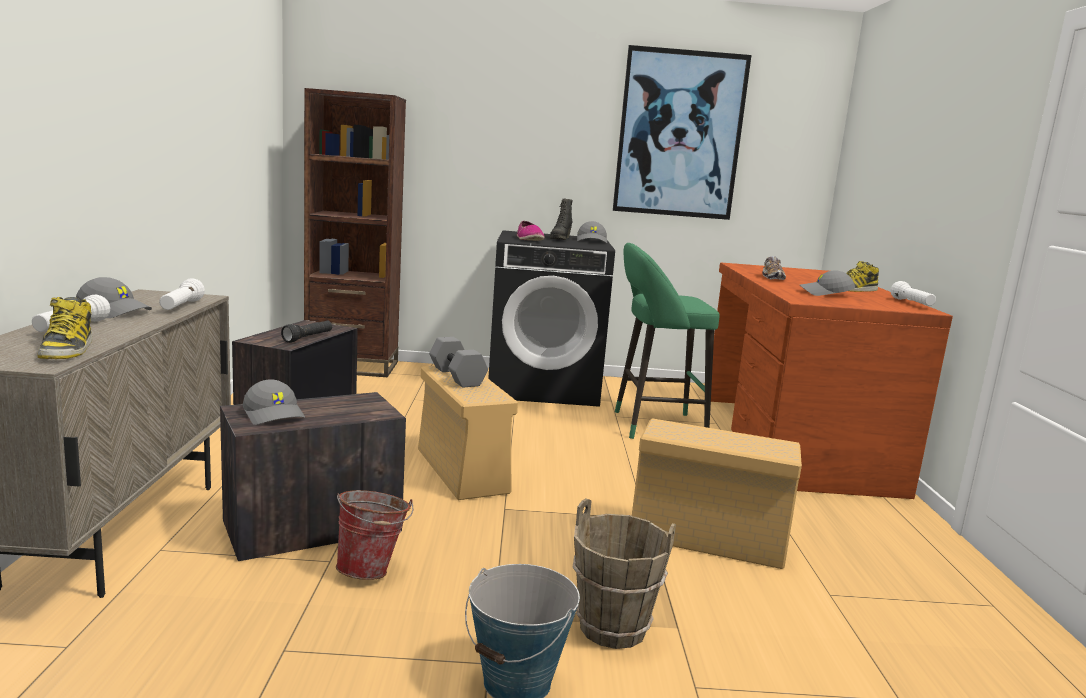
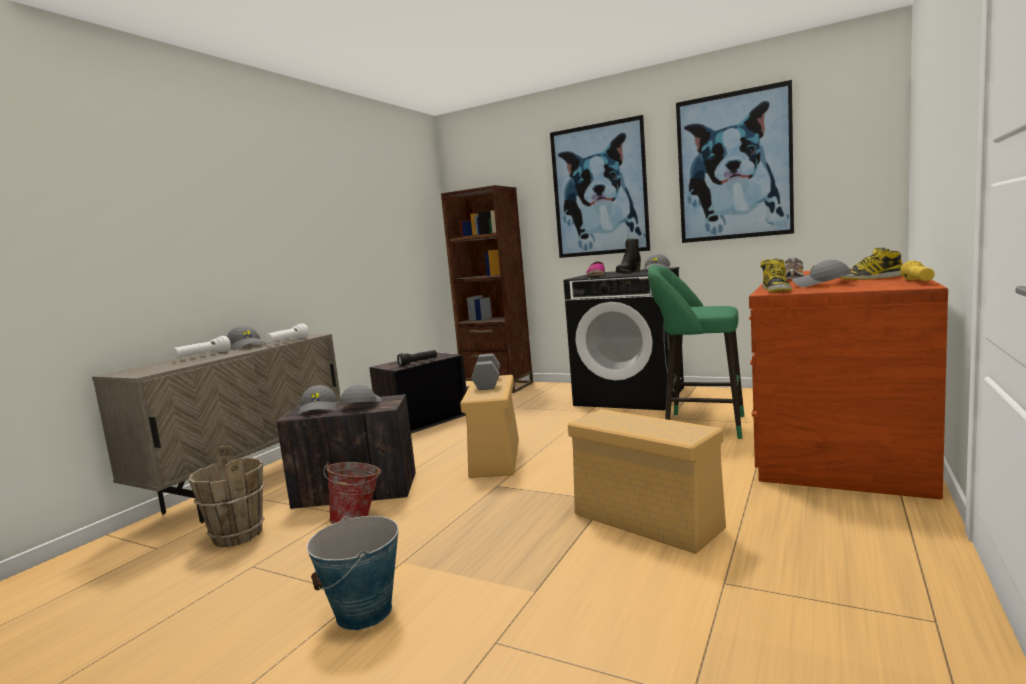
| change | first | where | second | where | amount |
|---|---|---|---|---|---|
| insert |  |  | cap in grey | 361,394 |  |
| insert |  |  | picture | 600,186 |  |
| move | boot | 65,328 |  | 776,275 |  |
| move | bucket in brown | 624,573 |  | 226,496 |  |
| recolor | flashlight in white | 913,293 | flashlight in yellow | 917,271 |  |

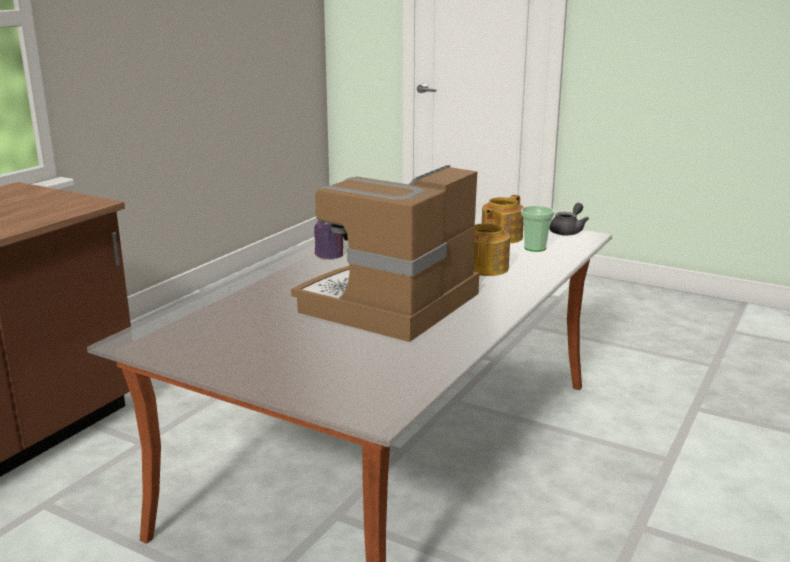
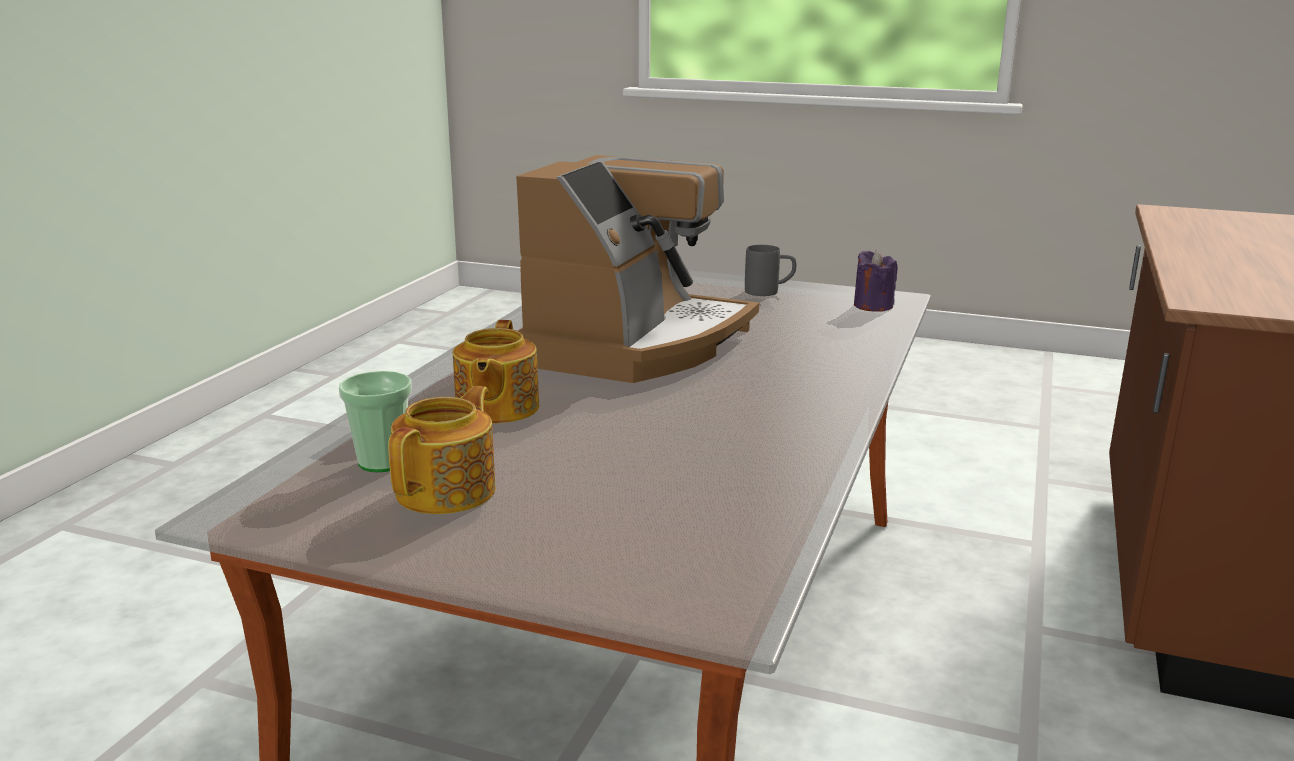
| change | first | where | second | where | amount |
|---|---|---|---|---|---|
| delete | teapot in grey | 569,219 |  |  |  |
| insert |  |  | mug in grey | 770,270 |  |
| move | candle in purple | 328,240 |  | 875,281 |  |

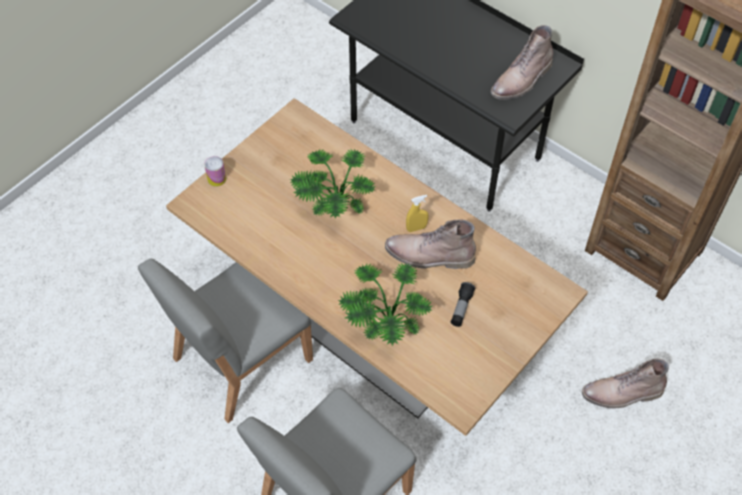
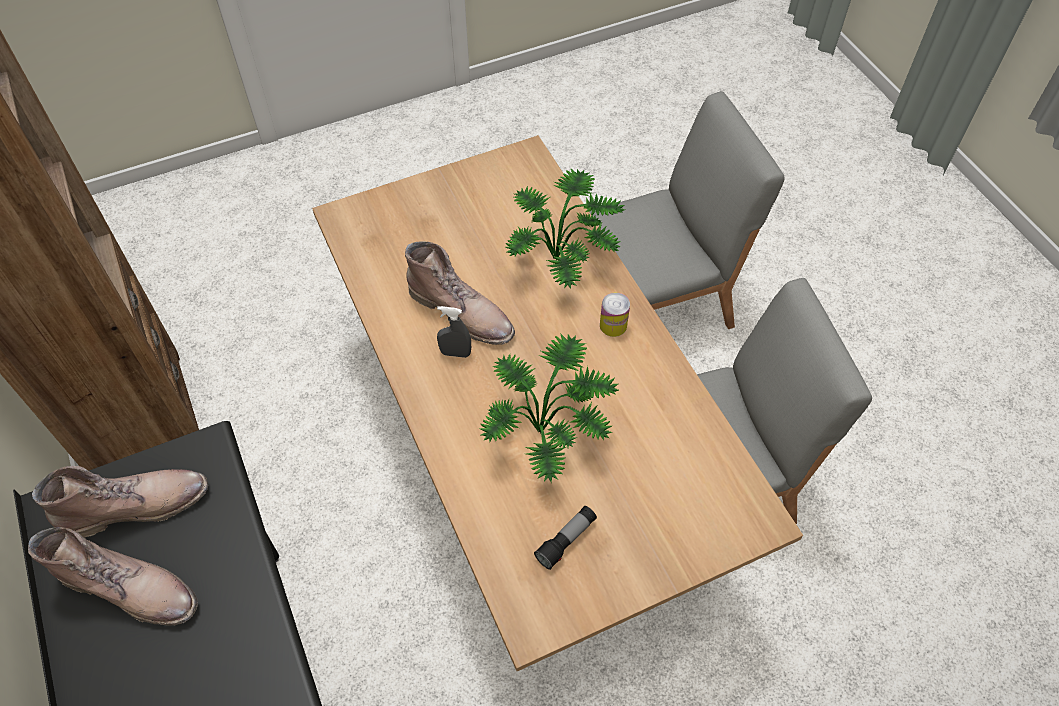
| change | first | where | second | where | amount |
|---|---|---|---|---|---|
| move | can | 215,171 |  | 615,315 |  |
| move | flashlight | 463,304 |  | 565,538 |  |
| move | boot in brown | 625,384 |  | 113,576 |  |
| recolor | spray bottle in yellow | 417,213 | spray bottle in grey | 454,332 |  |

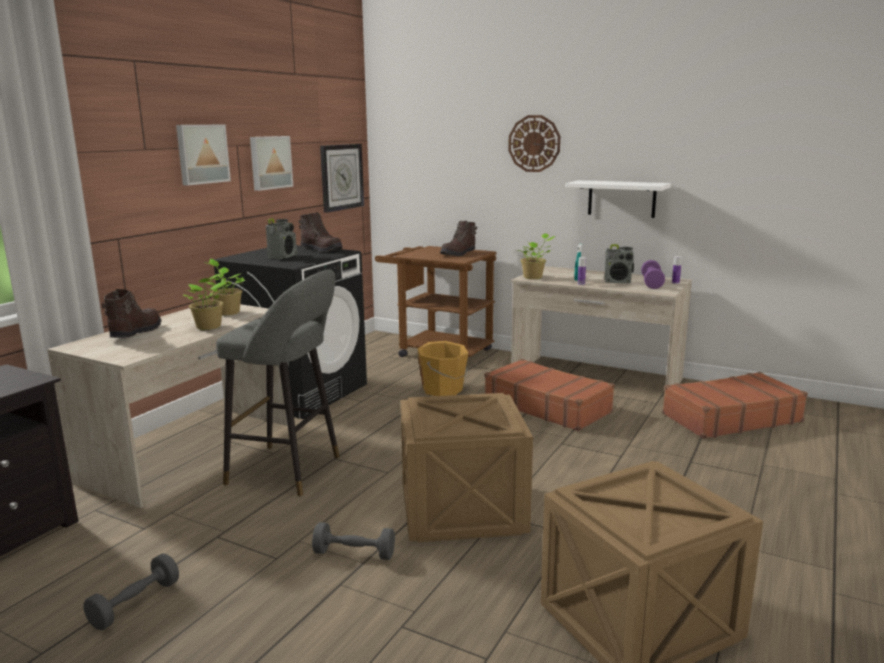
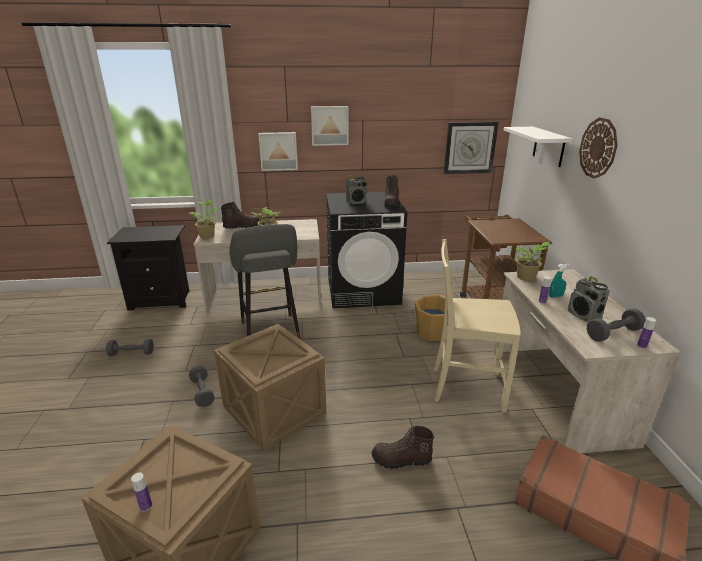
| change | first | where | second | where | amount |
|---|---|---|---|---|---|
| insert |  |  | bottle | 141,492 |  |
| move | potted plant | 224,287 |  | 203,219 |  |
| move | picture | 271,163 |  | 278,151 |  |
| move | boot in brown | 458,238 |  | 402,447 |  |
| move | shelf in white | 618,199 |  | 538,147 |  |
| replace | suitcase in brown | 550,395 | chair in beige | 477,325 |  |
| recolor | dumbbell in purple | 653,274 | dumbbell in grey | 616,325 |  |

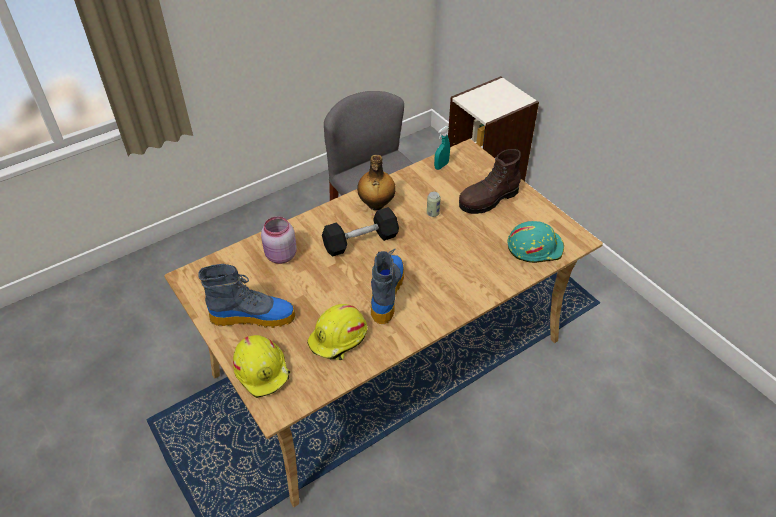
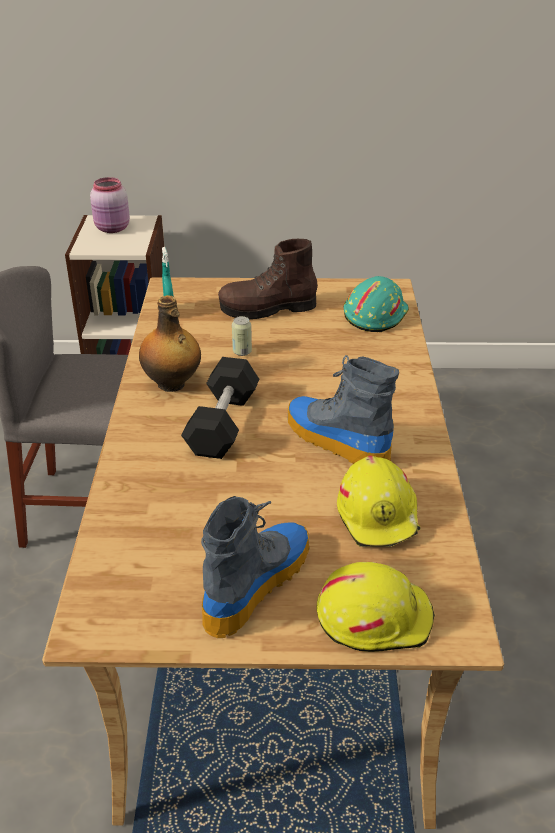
| change | first | where | second | where | amount |
|---|---|---|---|---|---|
| move | jar in pink | 279,240 |  | 110,205 |  |
| rotate | boot in brown | 490,181 |  | 268,279 | 75 degrees clockwise |

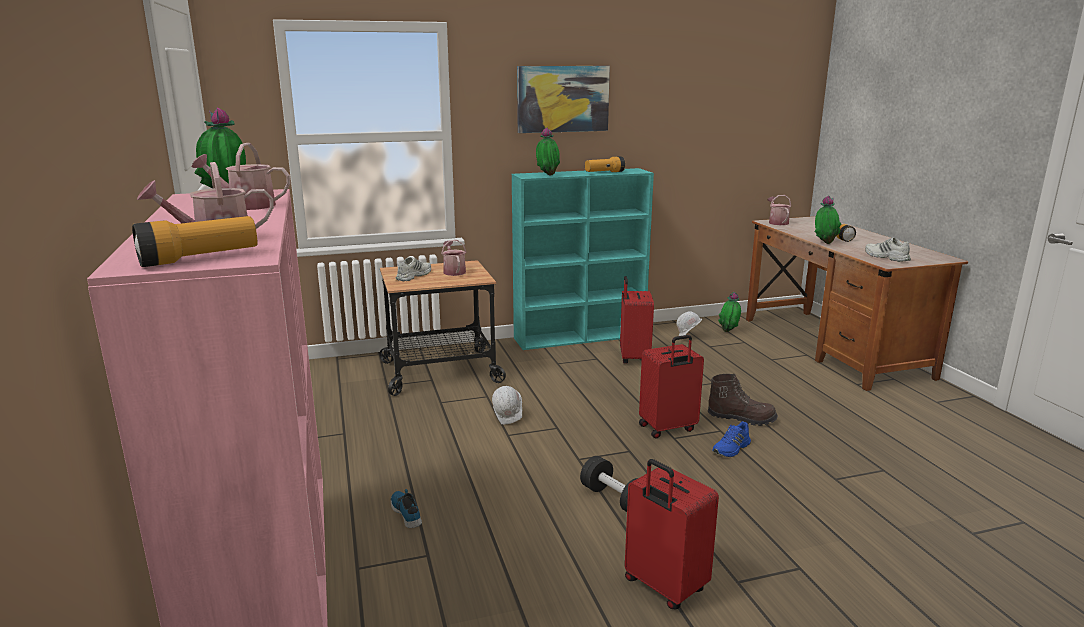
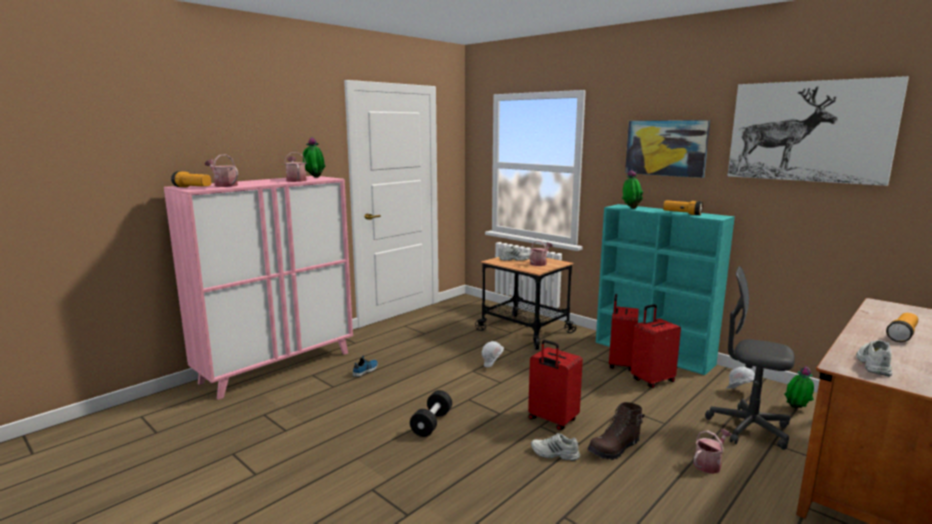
| change | first | where | second | where | amount |
|---|---|---|---|---|---|
| delete | potted plant | 828,220 |  |  |  |
| insert |  |  | office chair in grey | 750,358 |  |
| insert |  |  | picture | 818,131 |  |
| move | suitcase in red | 672,534 |  | 624,332 |  |
| move | watering can | 779,210 |  | 712,451 |  |
| recolor | shoe in blue | 731,439 | shoe in white | 555,447 |  |
| rotate | boot in brown | 743,400 |  | 616,431 | 75 degrees clockwise |

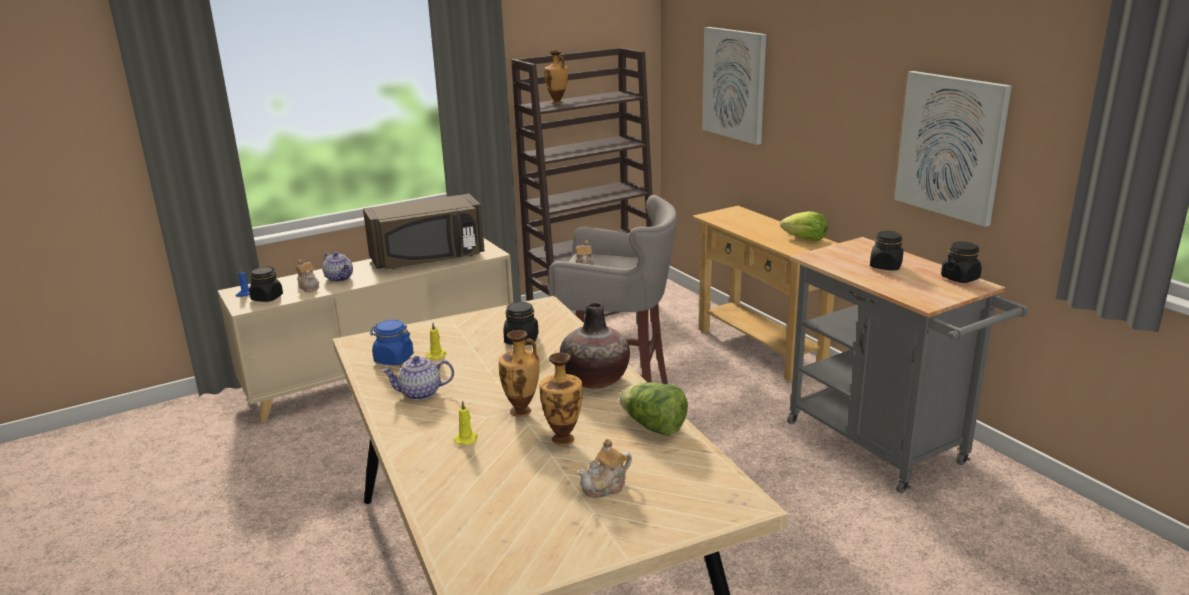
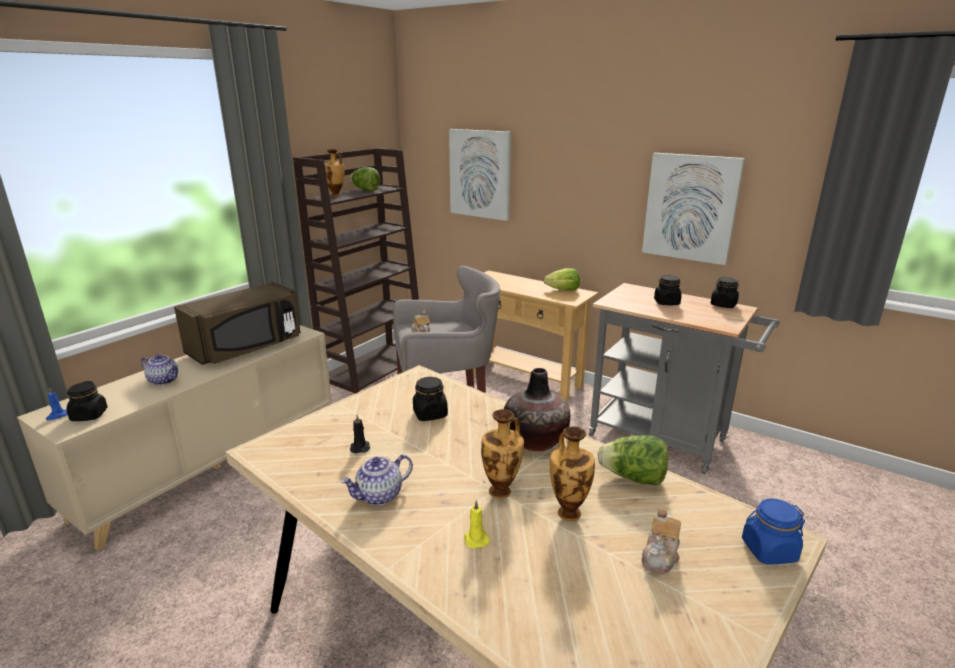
| change | first | where | second | where | amount |
|---|---|---|---|---|---|
| delete | teapot | 307,276 |  |  |  |
| insert |  |  | lettuce | 365,179 |  |
| move | jar in blue | 392,342 |  | 773,531 |  |
| recolor | candle in yellow | 436,341 | candle in black | 360,433 |  |

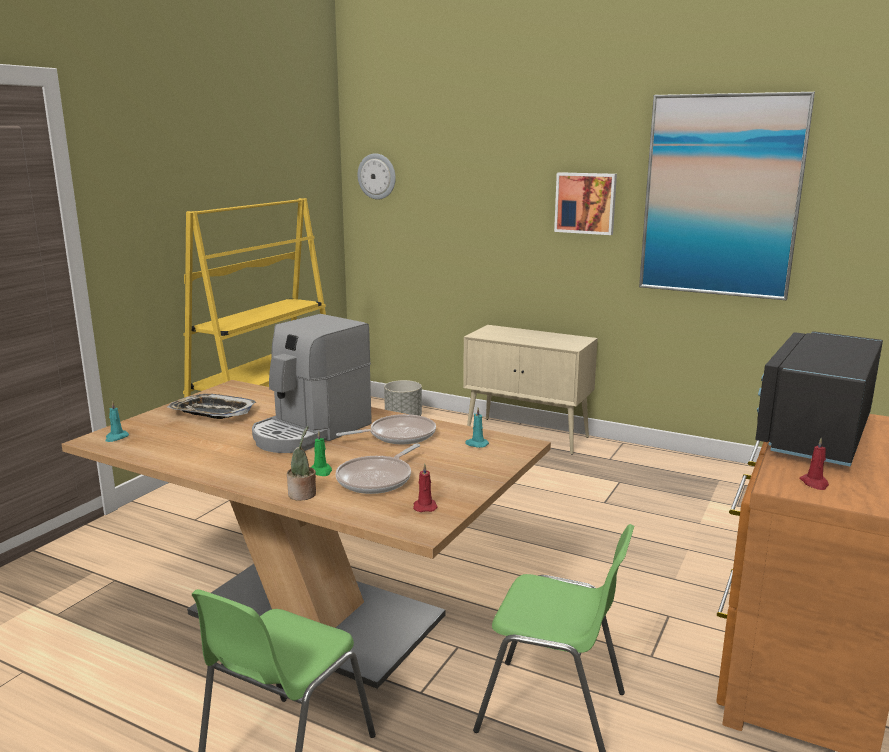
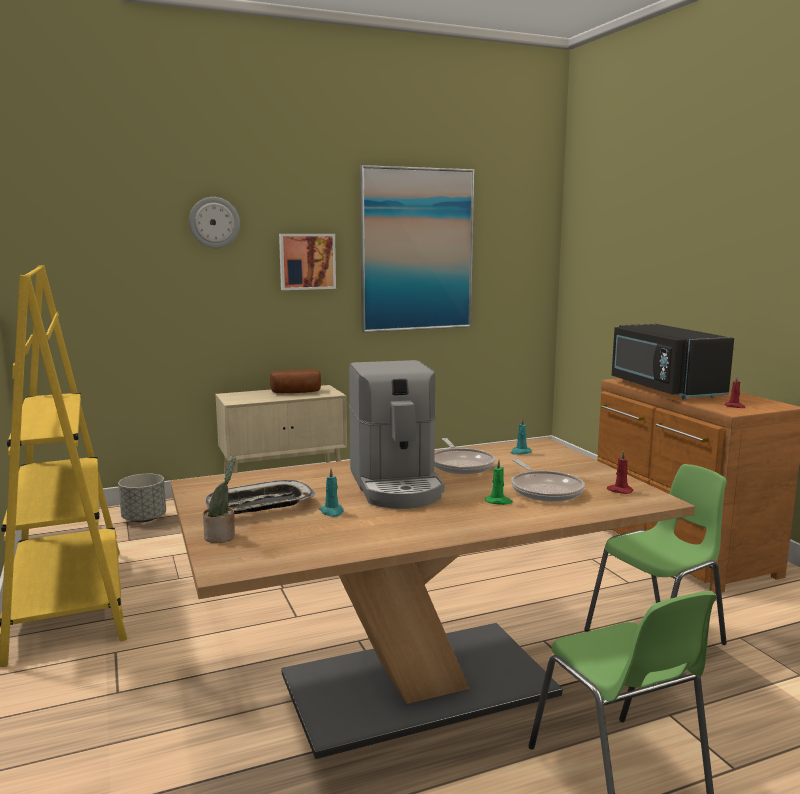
| change | first | where | second | where | amount |
|---|---|---|---|---|---|
| insert |  |  | bread | 295,381 |  |
| move | candle in turquoise | 117,421 |  | 331,493 |  |
| move | potted plant | 301,463 |  | 219,499 |  |
| move | wall clock | 376,176 |  | 214,222 |  |
| rotate | frying pan | 386,429 |  | 464,456 | 150 degrees clockwise |

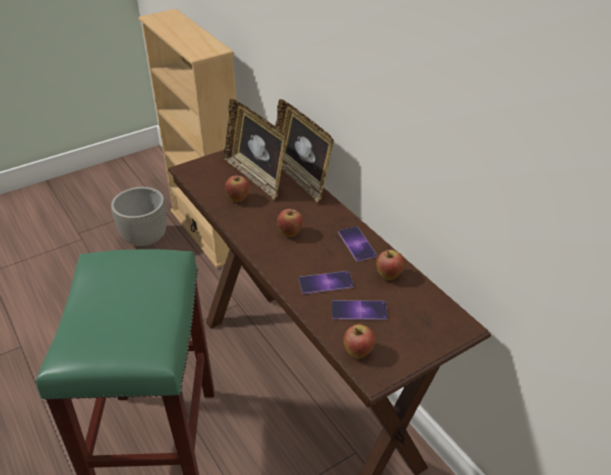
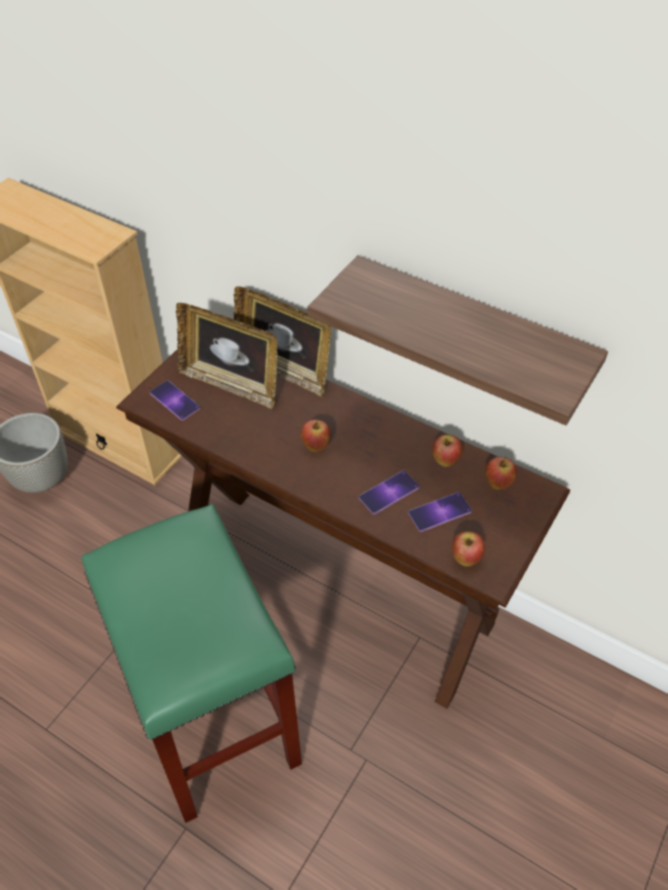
| change | first | where | second | where | amount |
|---|---|---|---|---|---|
| insert |  |  | shelf | 457,340 |  |
| move | apple | 237,188 |  | 501,473 |  |
| move | phone | 357,244 |  | 175,400 |  |

